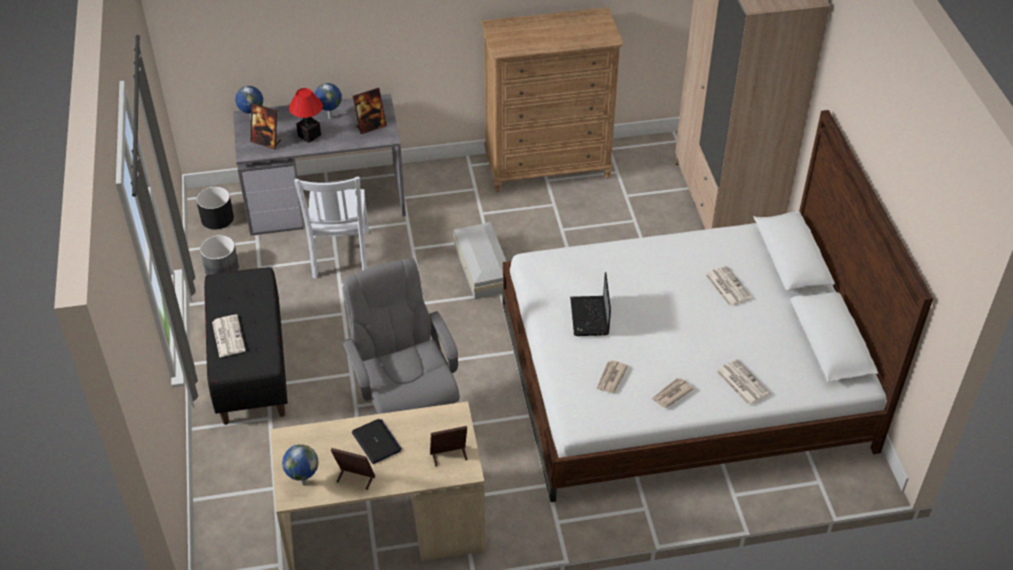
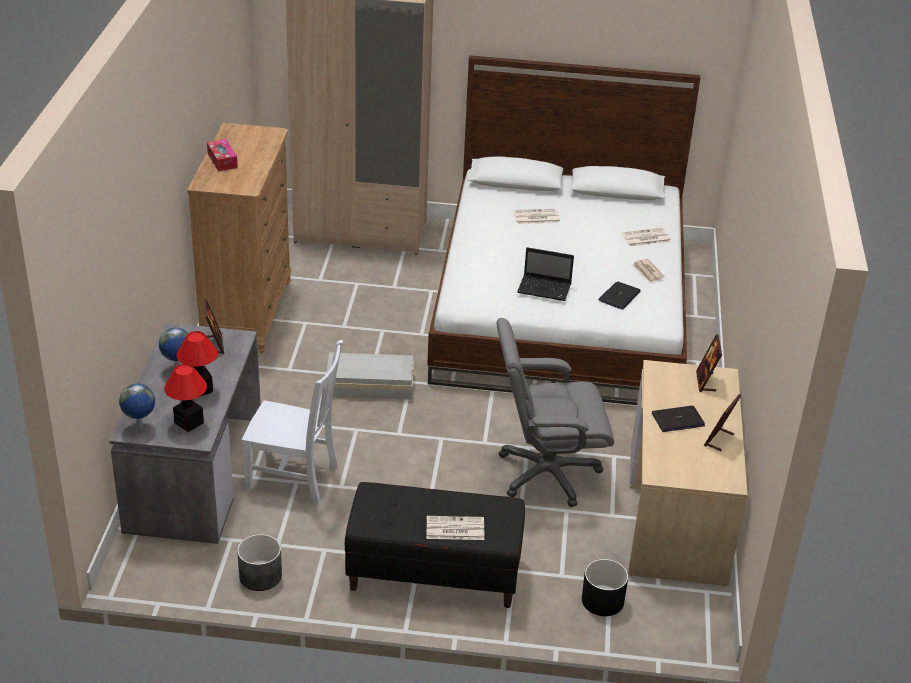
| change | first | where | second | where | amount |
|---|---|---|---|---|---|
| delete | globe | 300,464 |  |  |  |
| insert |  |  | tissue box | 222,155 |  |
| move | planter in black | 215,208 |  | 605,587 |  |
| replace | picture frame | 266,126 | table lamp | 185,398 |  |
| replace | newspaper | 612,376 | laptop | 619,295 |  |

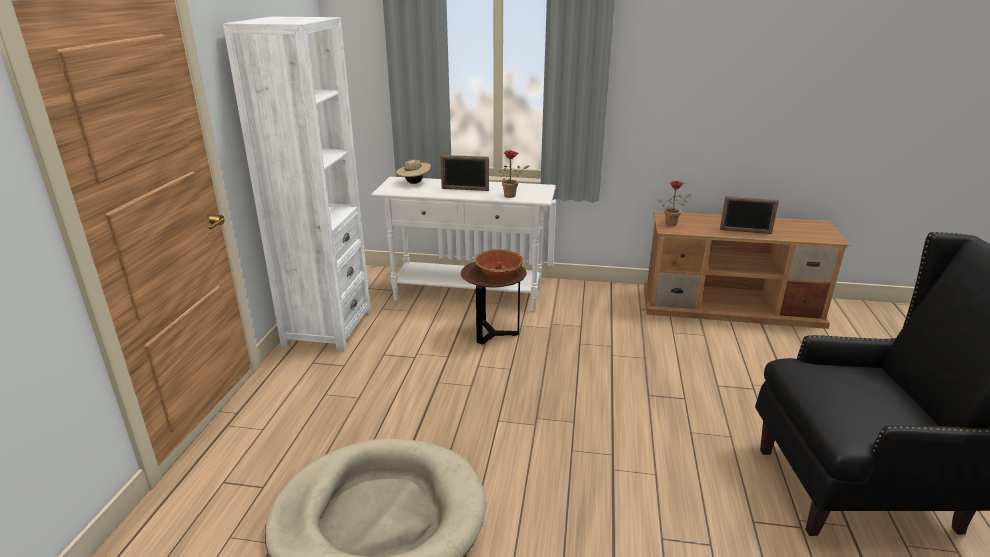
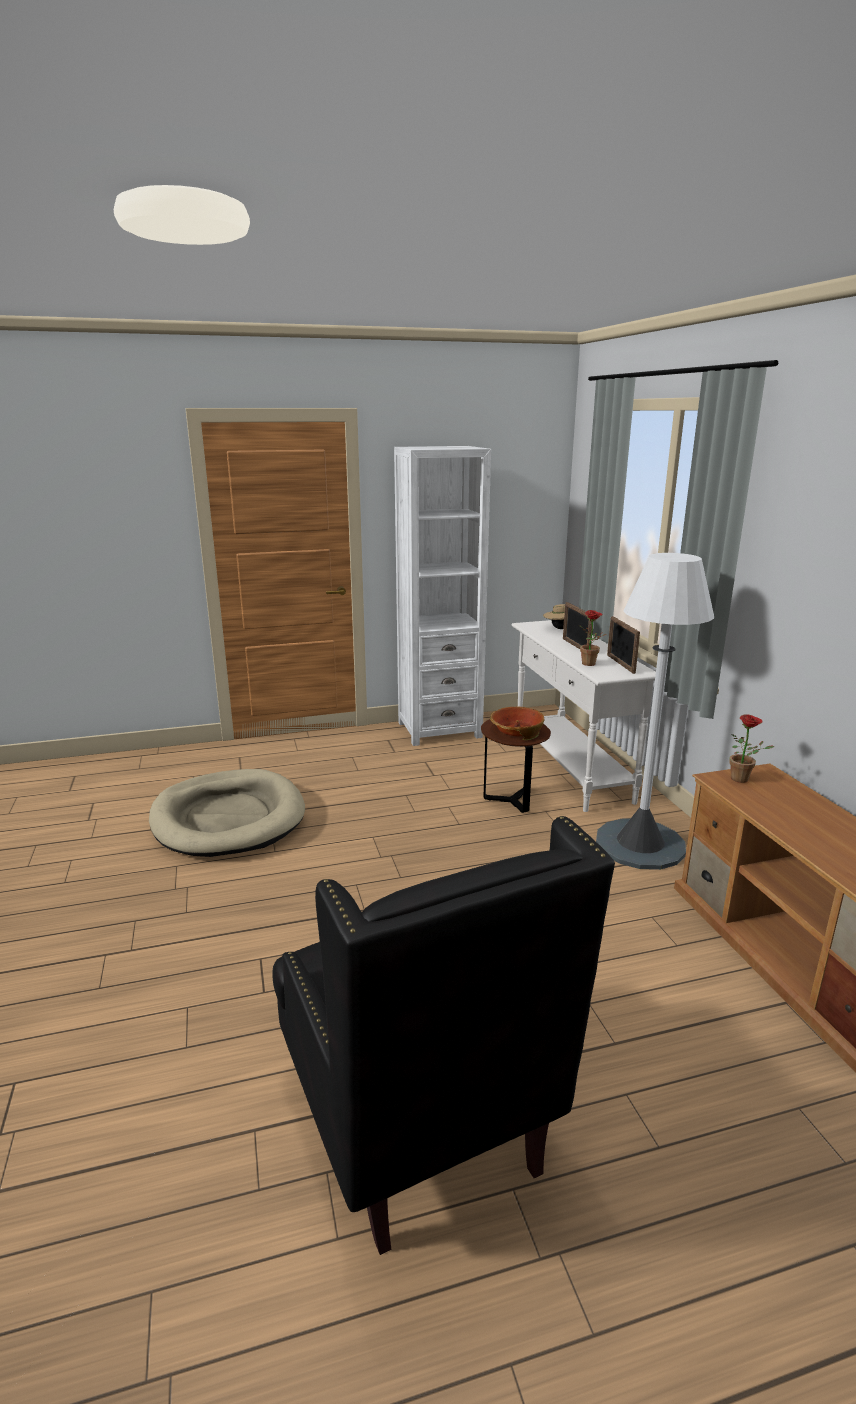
| change | first | where | second | where | amount |
|---|---|---|---|---|---|
| insert |  |  | floor lamp in white | 655,711 |  |
| move | picture frame | 749,215 |  | 623,645 |  |

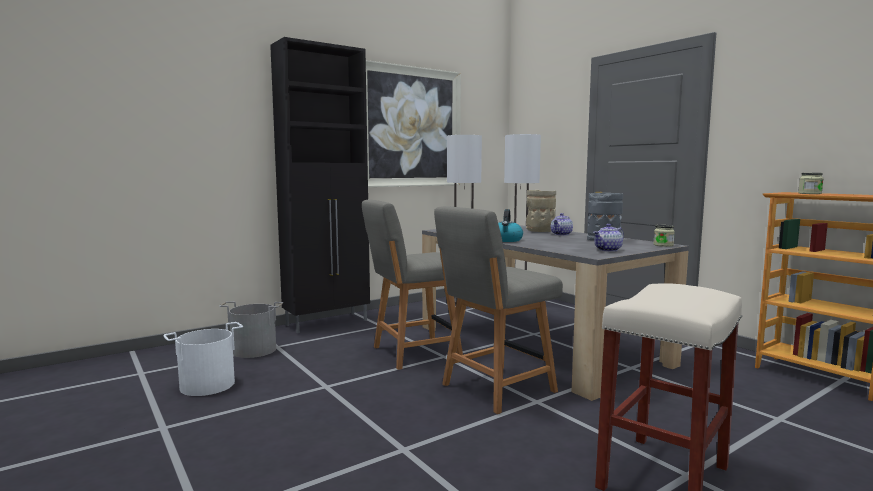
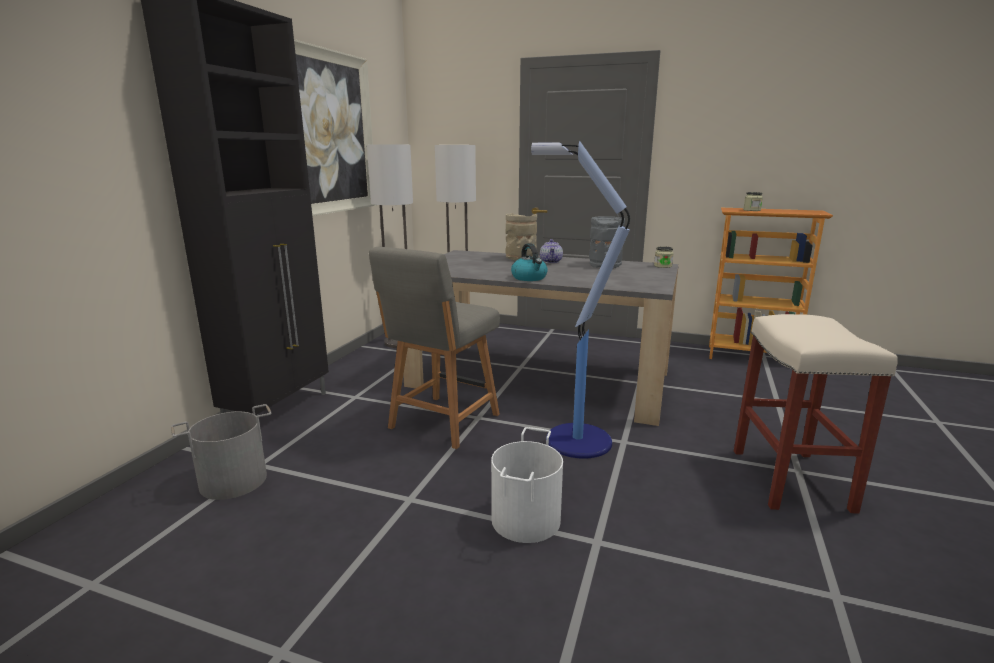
| change | first | where | second | where | amount |
|---|---|---|---|---|---|
| delete | teapot | 608,238 |  |  |  |
| move | bucket in white | 203,359 |  | 527,485 |  |
| replace | chair in grey | 498,310 | floor lamp | 580,299 |  |

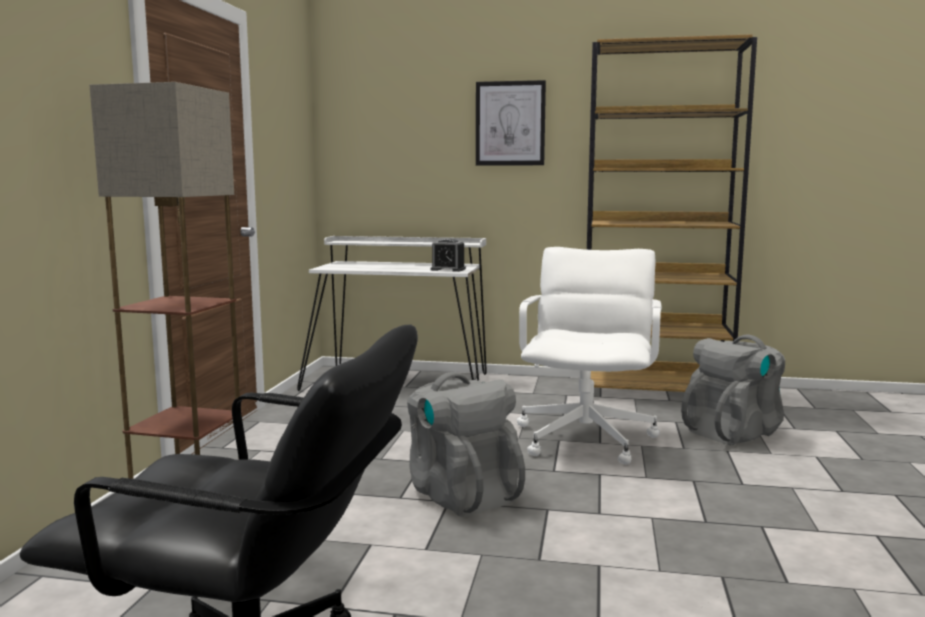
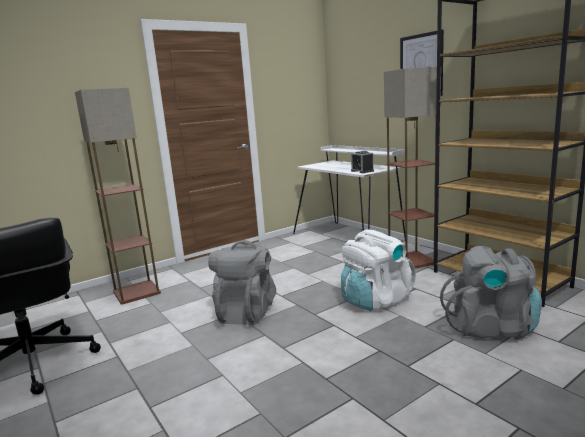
| change | first | where | second | where | amount |
|---|---|---|---|---|---|
| insert |  |  | floor lamp | 412,168 |  |
| replace | office chair in white | 589,356 | backpack in white | 378,270 |  |

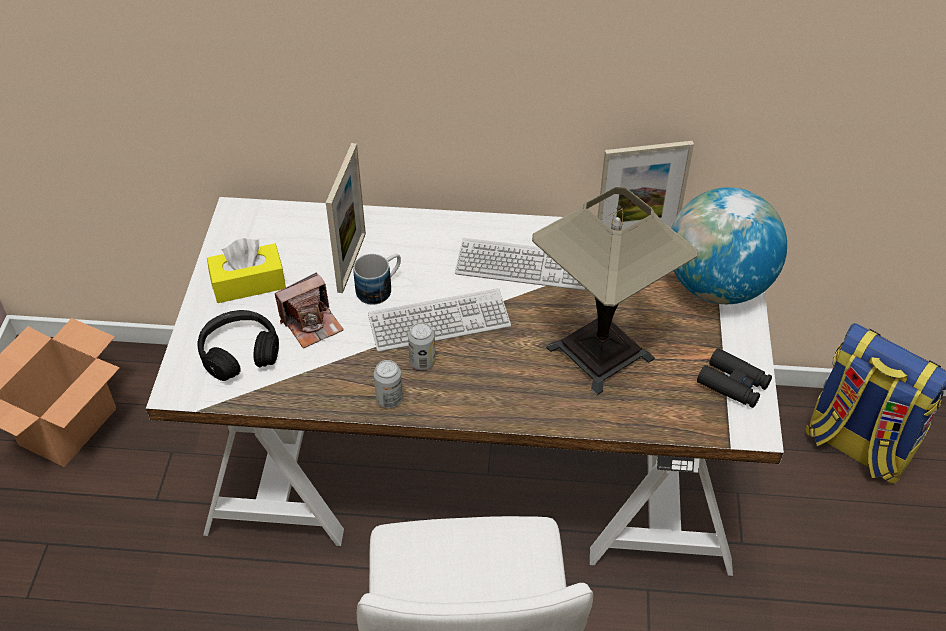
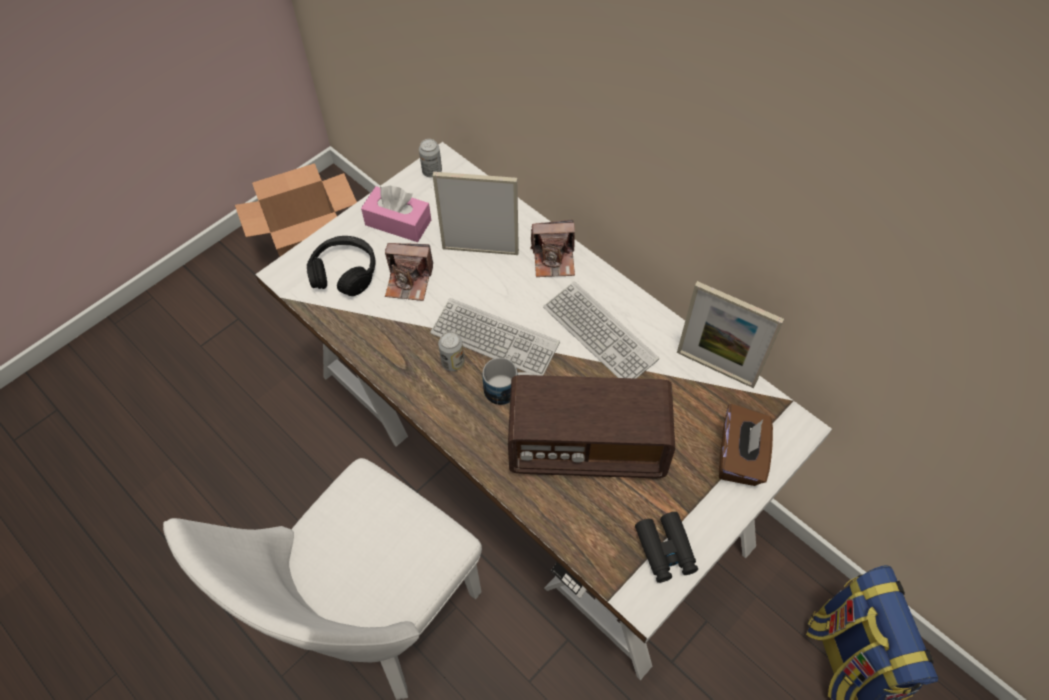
| change | first | where | second | where | amount |
|---|---|---|---|---|---|
| insert |  |  | photo camera | 552,248 |  |
| move | mug | 377,279 |  | 508,381 |  |
| move | can | 388,384 |  | 430,158 |  |
| replace | table lamp | 614,291 | radio | 591,426 |  |
| replace | globe | 729,245 | tissue box in brown | 746,445 |  |
| recolor | tissue box in yellow | 246,270 | tissue box in pink | 396,213 |  |
| rotate | picture frame | 346,218 |  | 476,213 | 135 degrees counterclockwise |

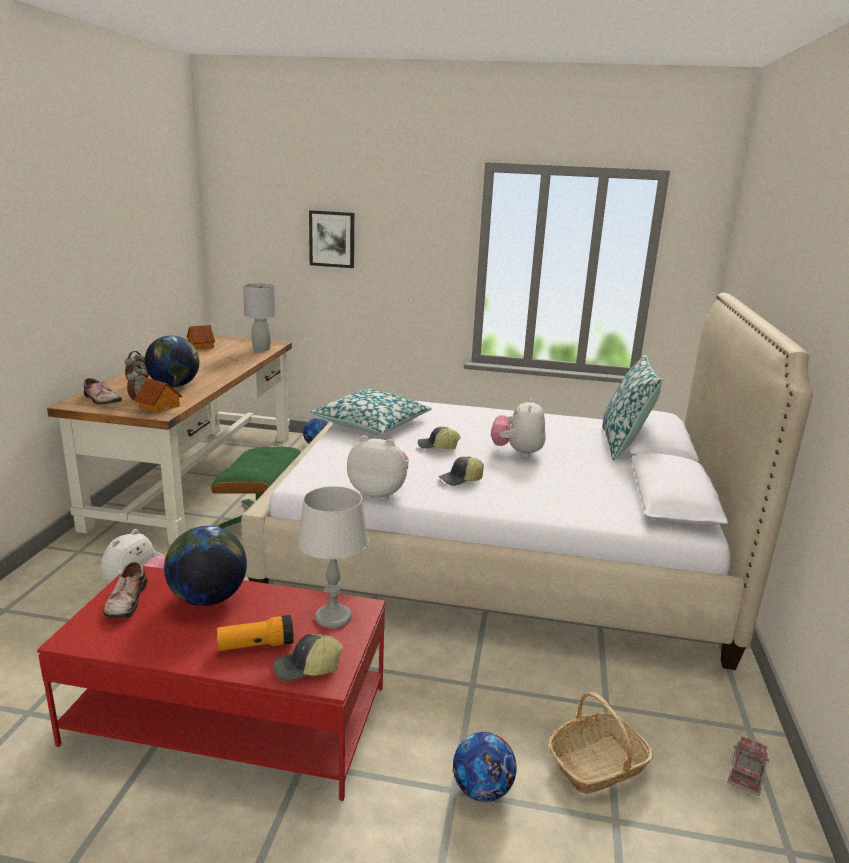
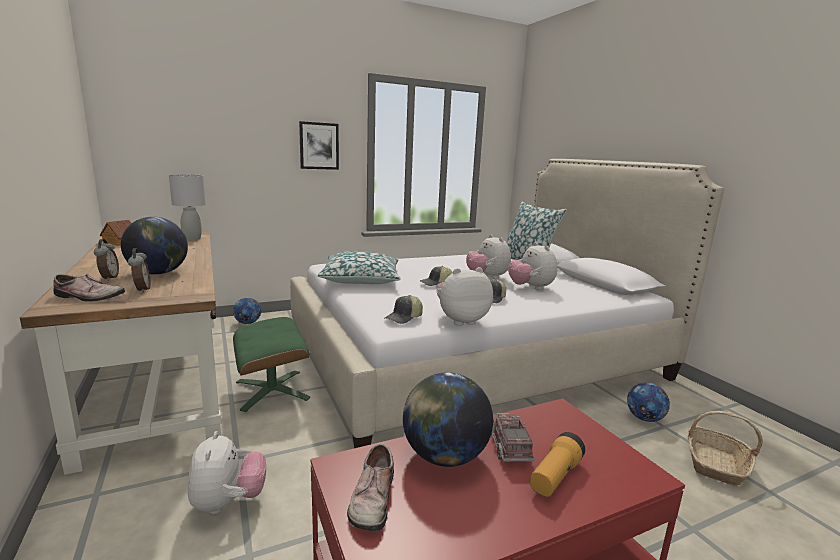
| change | first | where | second | where | amount |
|---|---|---|---|---|---|
| delete | toy house | 158,395 |  |  |  |
| delete | table lamp in grey | 333,557 |  |  |  |
| insert |  |  | plush toy | 532,266 |  |
| move | cap | 308,657 |  | 403,309 |  |
| move | picture | 331,239 |  | 319,145 |  |
| move | football | 485,767 |  | 648,402 |  |
| move | toy truck | 748,766 |  | 513,437 |  |
| rotate | shoe | 125,589 |  | 370,487 | 45 degrees clockwise |

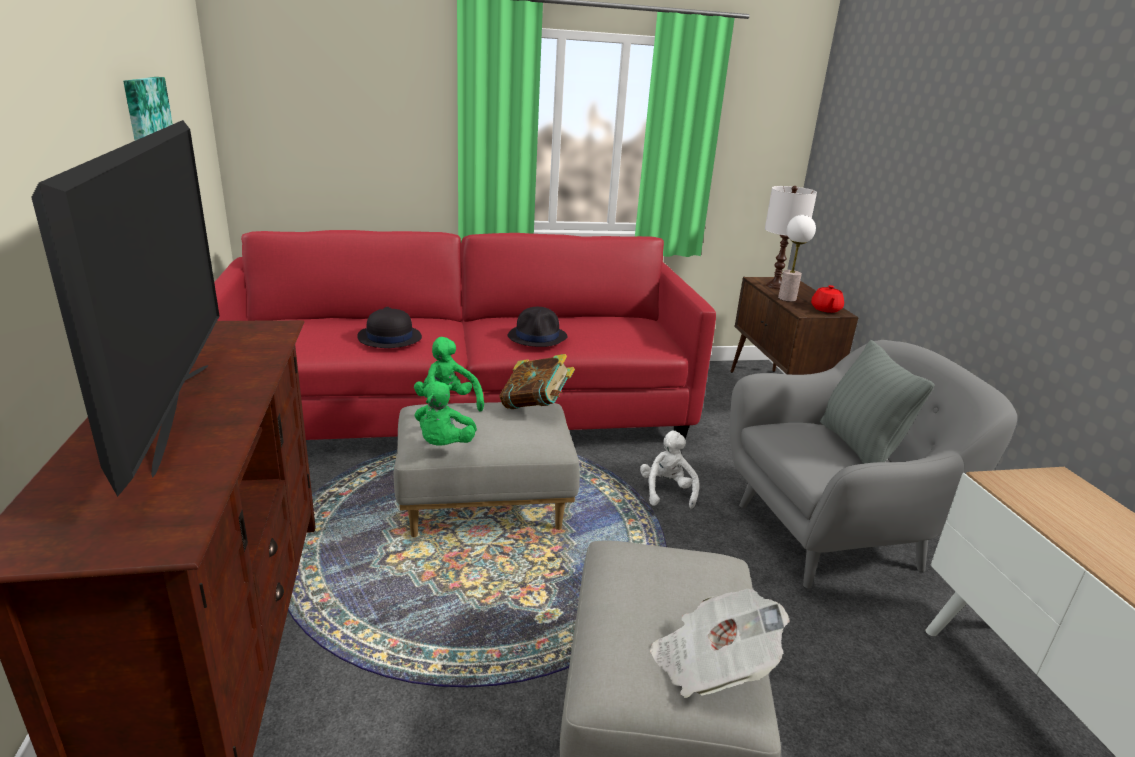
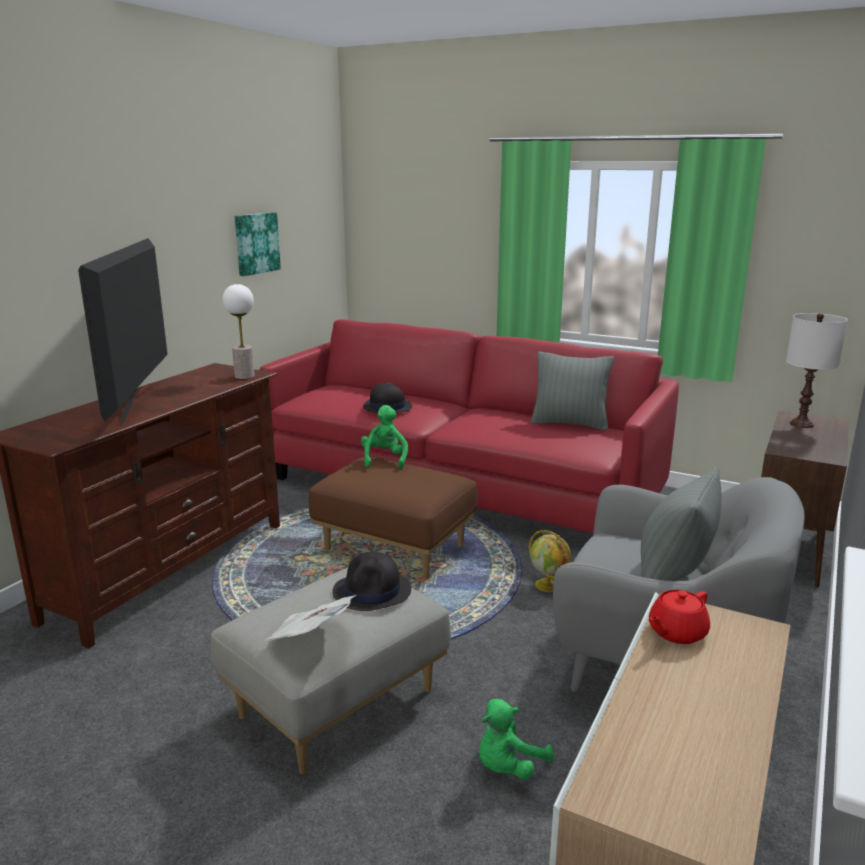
| change | first | where | second | where | amount |
|---|---|---|---|---|---|
| delete | book | 537,381 |  |  |  |
| insert |  |  | pillow in grey | 572,391 |  |
| move | plush toy in green | 445,413 |  | 516,739 |  |
| move | hat in black | 537,327 |  | 371,581 |  |
| move | table lamp | 797,258 |  | 238,331 |  |
| move | teapot in red | 827,299 |  | 679,617 |  |
| replace | plush toy in white | 669,470 | globe | 550,561 |  |
| recolor | ottoman in grey | 487,469 | ottoman in brown | 393,518 |  |
| rotate | television | 125,308 |  | 123,331 | 150 degrees clockwise |

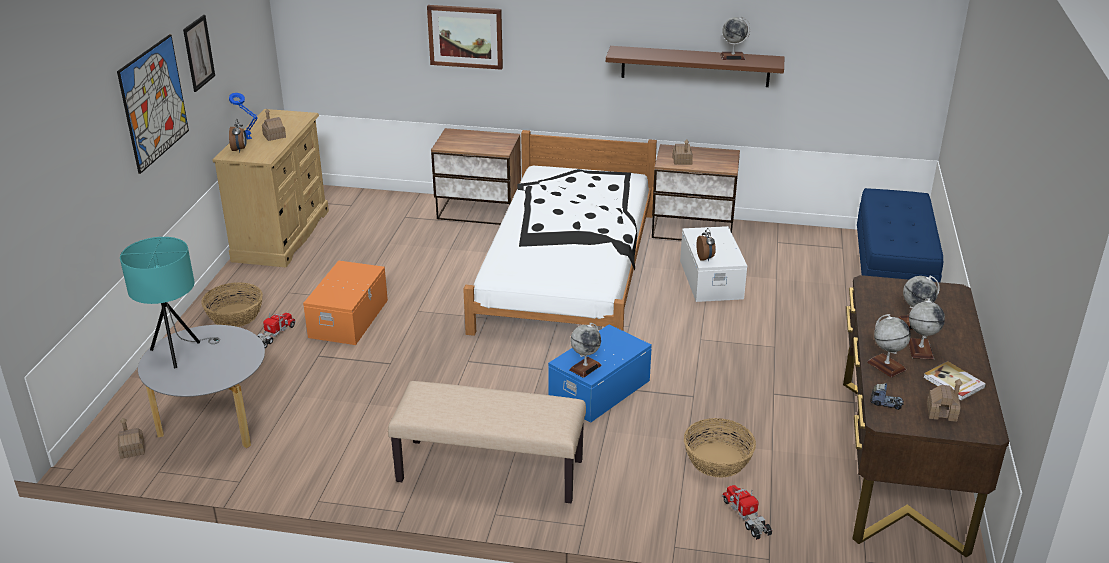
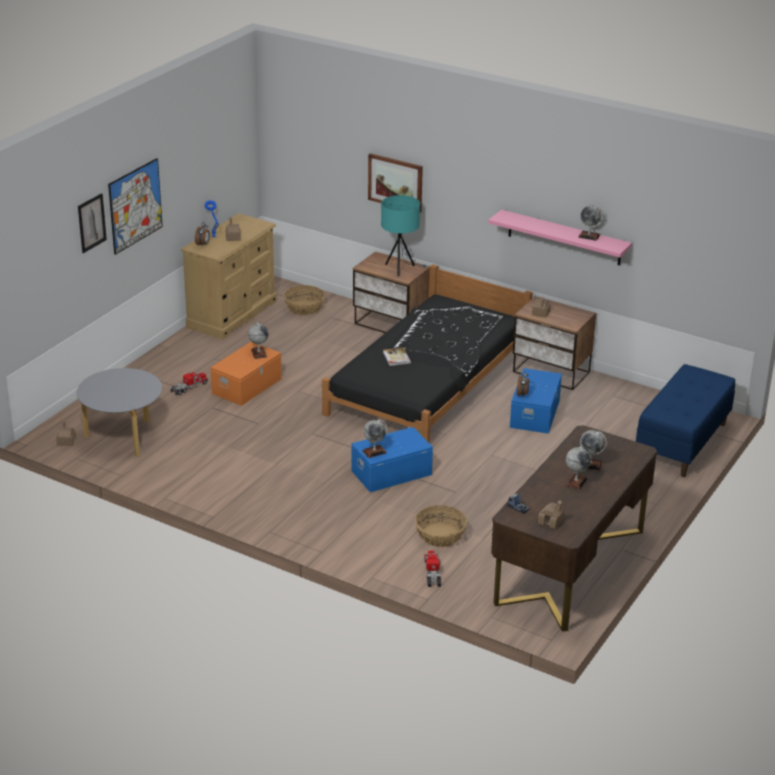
| change | first | where | second | where | amount |
|---|---|---|---|---|---|
| delete | bench in beige | 487,442 |  |  |  |
| move | table lamp in turquoise | 170,302 |  | 404,235 |  |
| move | picture | 199,53 |  | 92,223 |  |
| move | basket | 232,304 |  | 304,300 |  |
| move | globe | 889,346 |  | 258,340 |  |
| move | book | 954,381 |  | 397,356 |  |
| recolor | bed in white | 560,233 | bed in black | 427,354 |  |
| recolor | shelf in brown | 695,66 | shelf in pink | 560,237 |  |
| recolor | storage box in white | 713,264 | storage box in blue | 536,401 |  |

